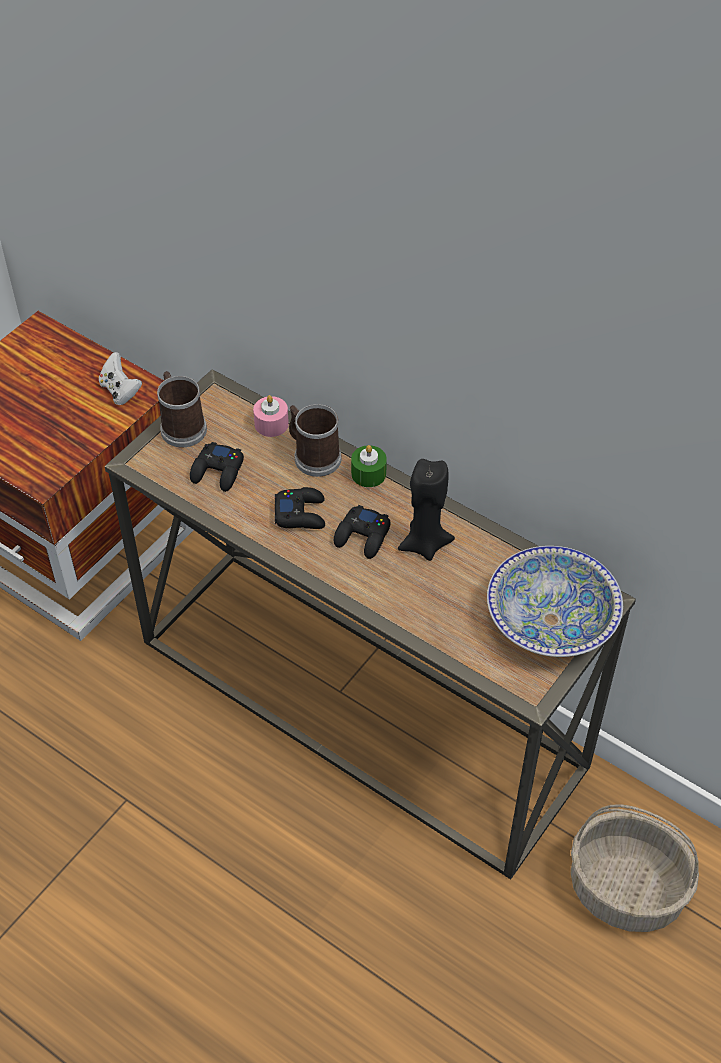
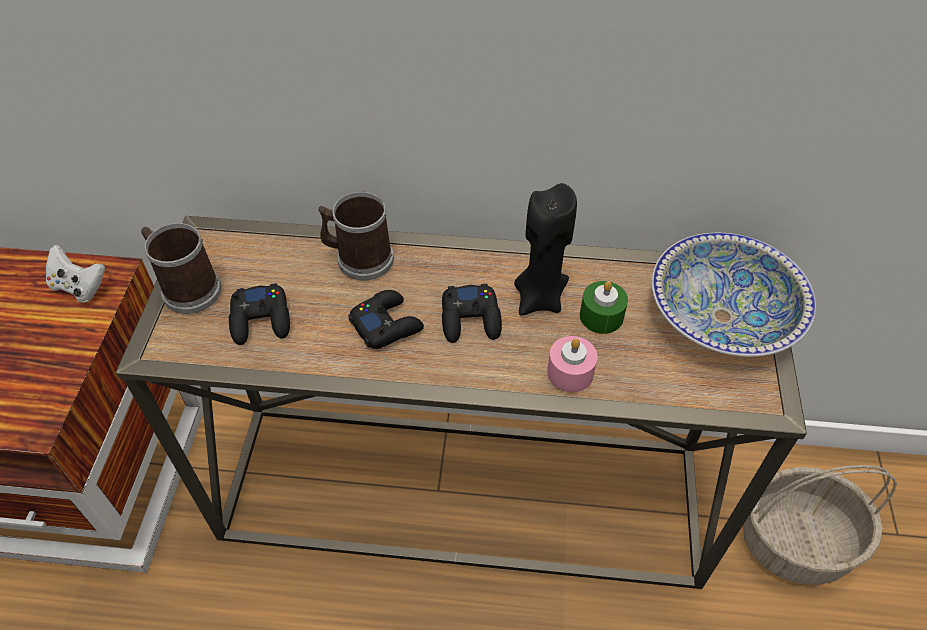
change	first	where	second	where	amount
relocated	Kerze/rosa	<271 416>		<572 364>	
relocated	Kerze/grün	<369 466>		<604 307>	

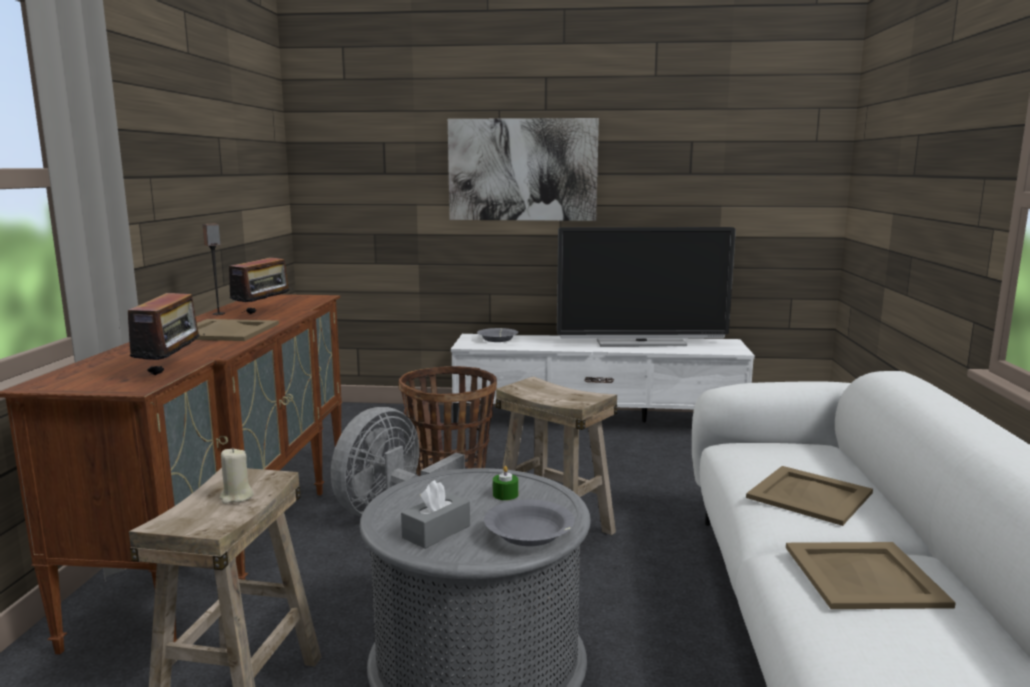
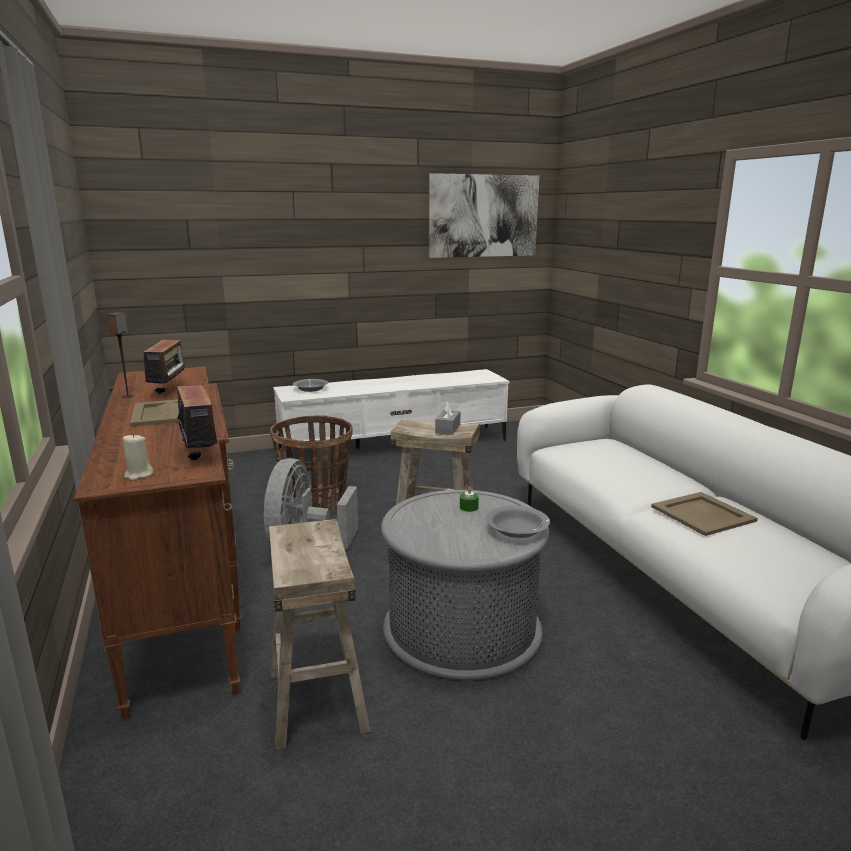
change	first	where	second	where	amount
relocated	Kerze/beige	<236 476>		<138 457>	
relocated	Taschentuchbox/grau	<435 514>		<448 418>	
relocated	Bild	<523 169>		<484 215>	
missing	Fernseher	<646 286>			
missing	Tablett/beige	<809 496>			

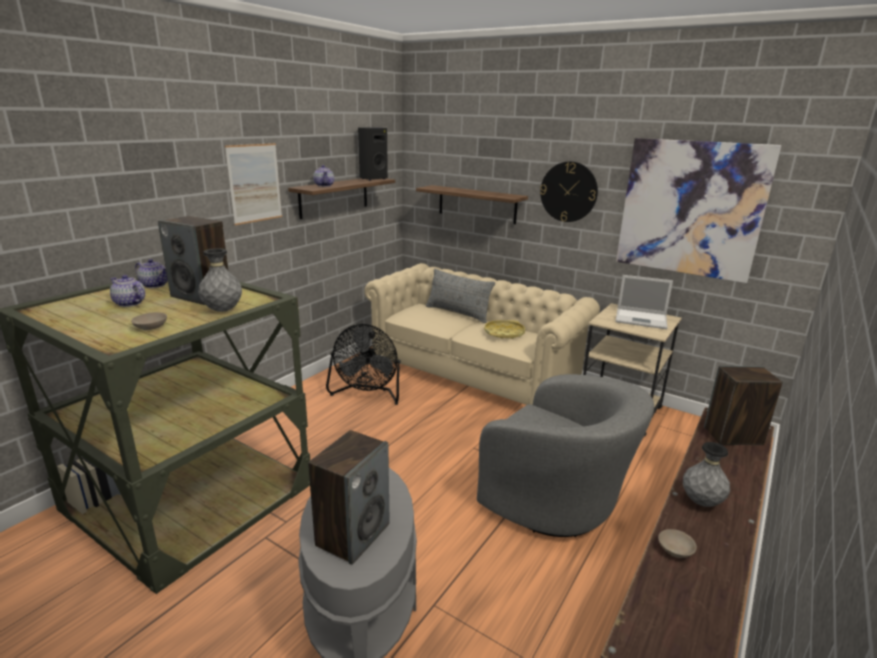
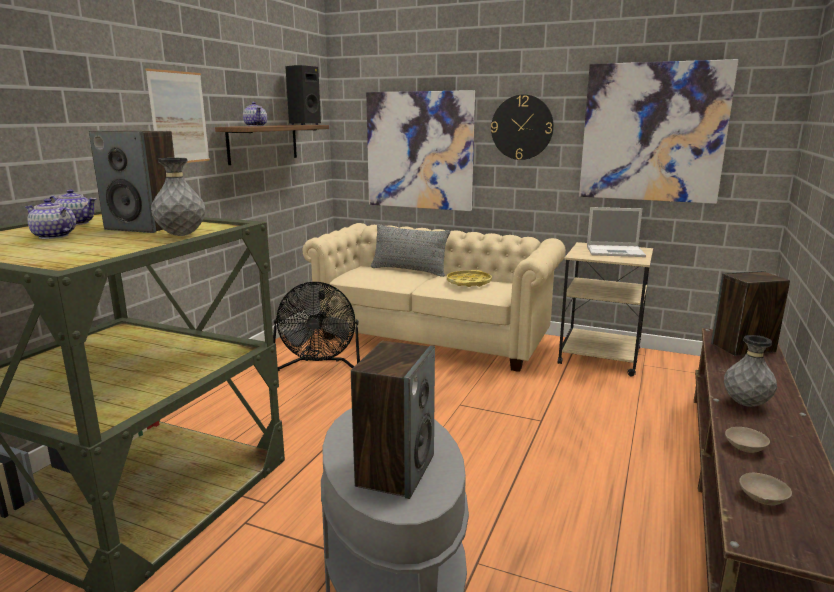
change	first	where	second	where	amount
relocated	Schüssel/beige	<149 321>		<765 489>	
exchanged	Wandregal	<472 204>	Bild	<420 150>	
missing	Sessel/grau	<565 455>			

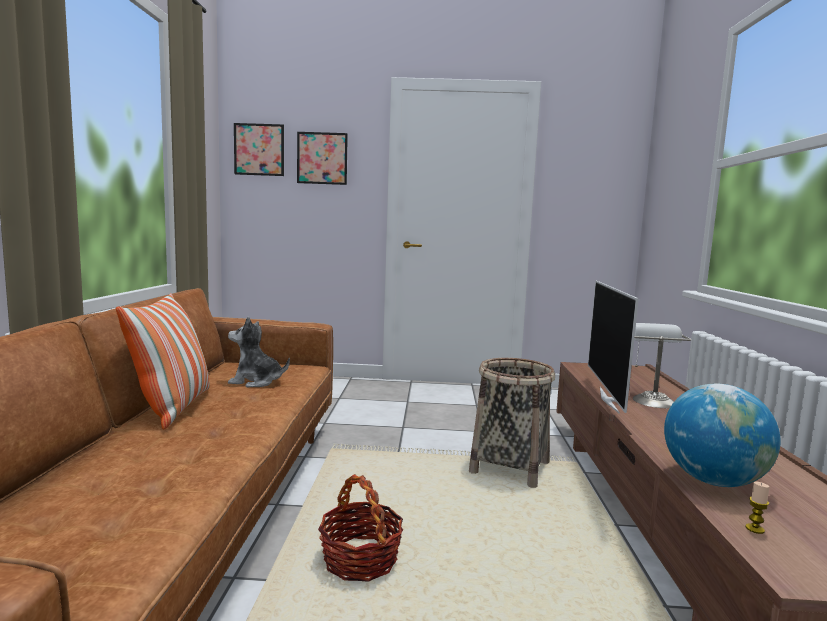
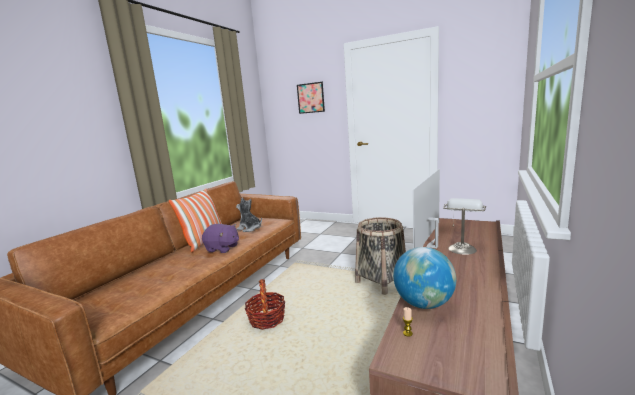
change	first	where	second	where	amount
missing	Bild	<259 149>			
appeared			Plüschtier/lila	<220 238>	

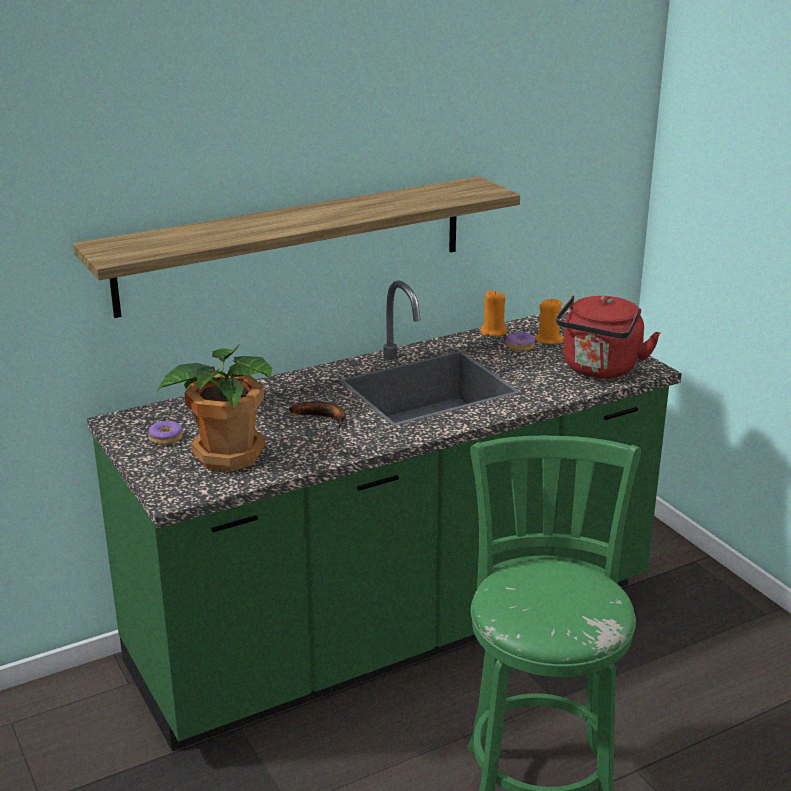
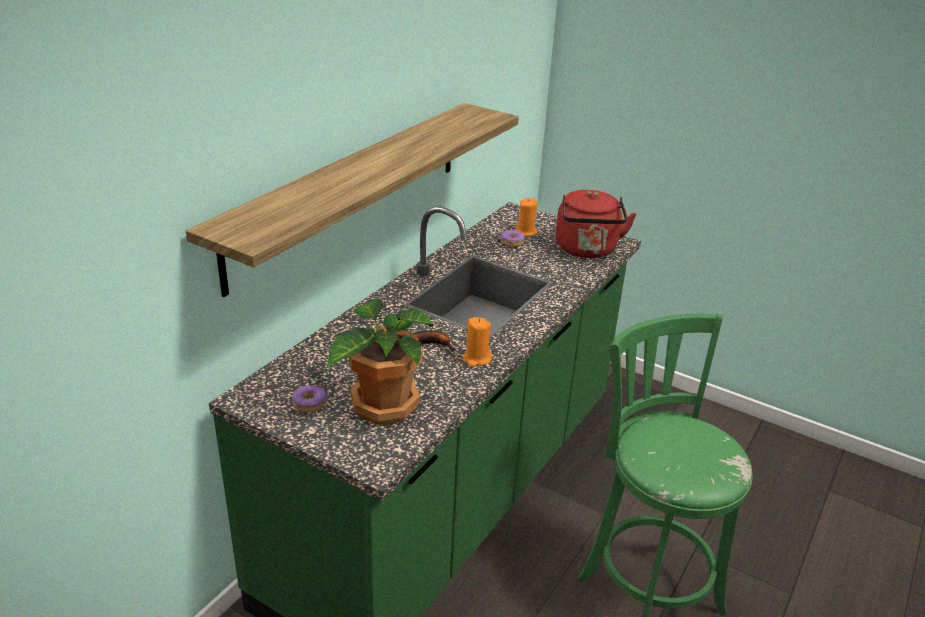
change	first	where	second	where	amount
relocated	Kerze/orange	<493 314>		<477 342>	

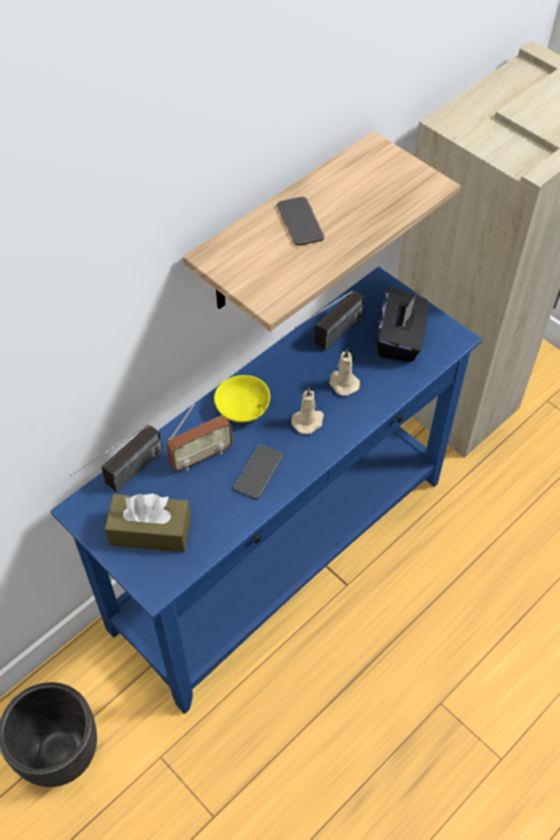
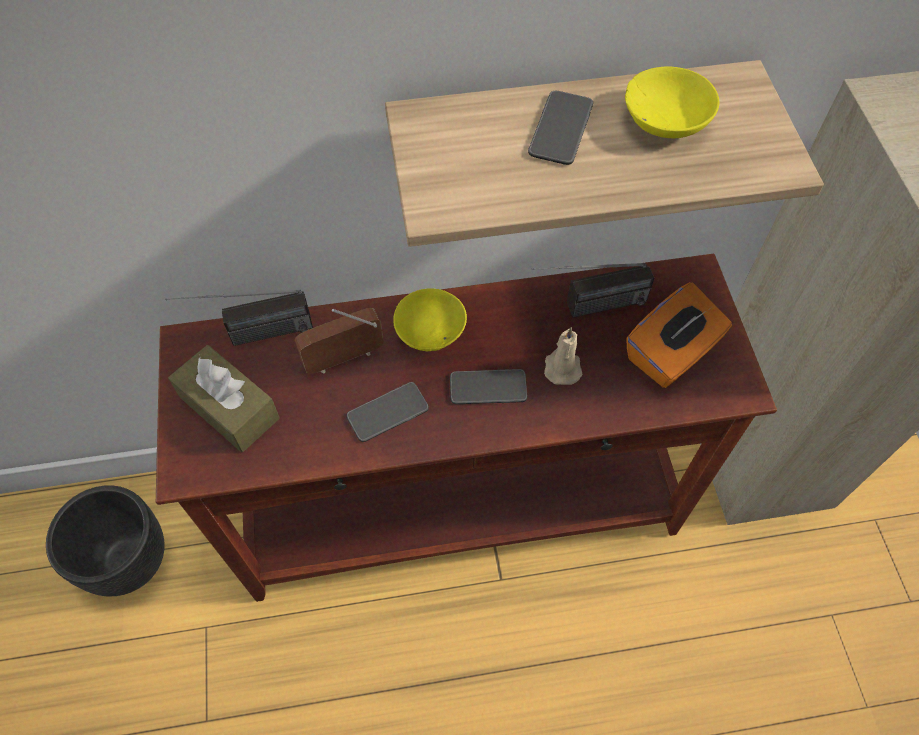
change	first	where	second	where	amount
colour	Konsolentisch/blau	<266 490>	Konsolentisch/braun	<466 428>	
spun	Radio	<199 437>		<339 341>	150 degrees clockwise
exchanged	Kerze/beige	<307 411>	Handy	<488 386>	
colour	Taschentuchbox/schwarz	<403 324>	Taschentuchbox/orange	<679 335>	
appeared			Schüssel/gelb	<672 102>	

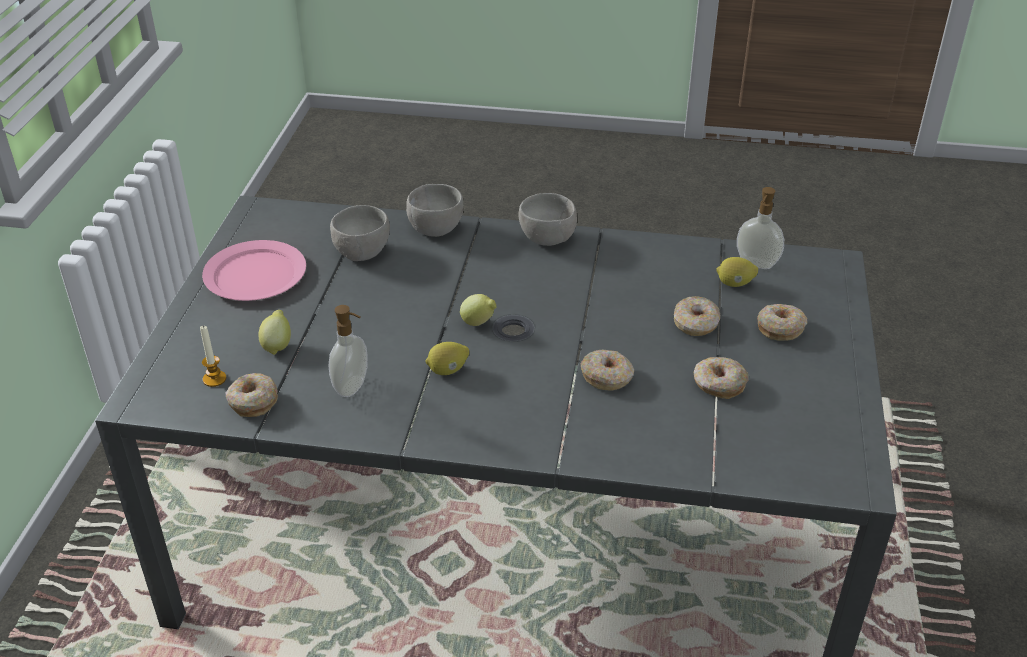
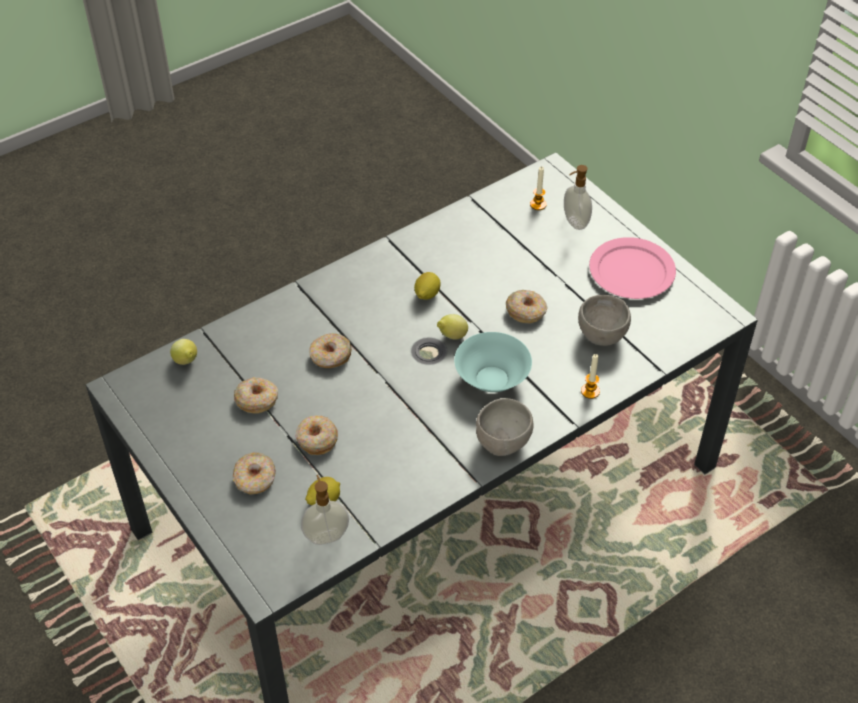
change	first	where	second	where	amount
relocated	Donut	<251 395>		<526 306>	
relocated	Zitrone	<274 332>		<183 352>	
relocated	Seifenspender	<348 351>		<578 197>	
exchanged	Schüssel/grau	<435 210>	Kerze	<590 376>	
appeared			Schüssel/türkis	<493 362>	

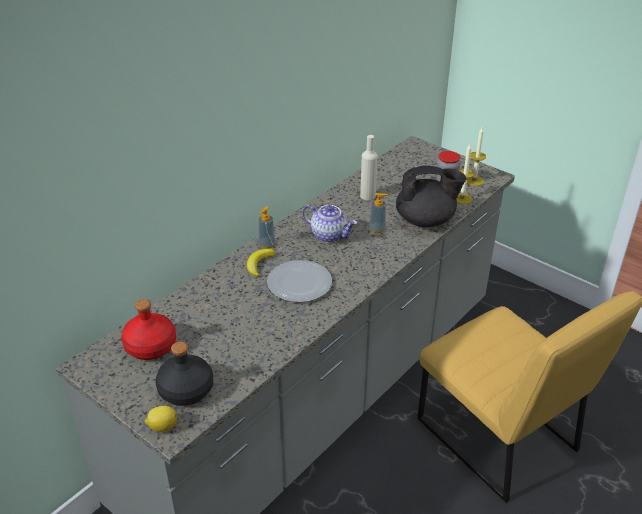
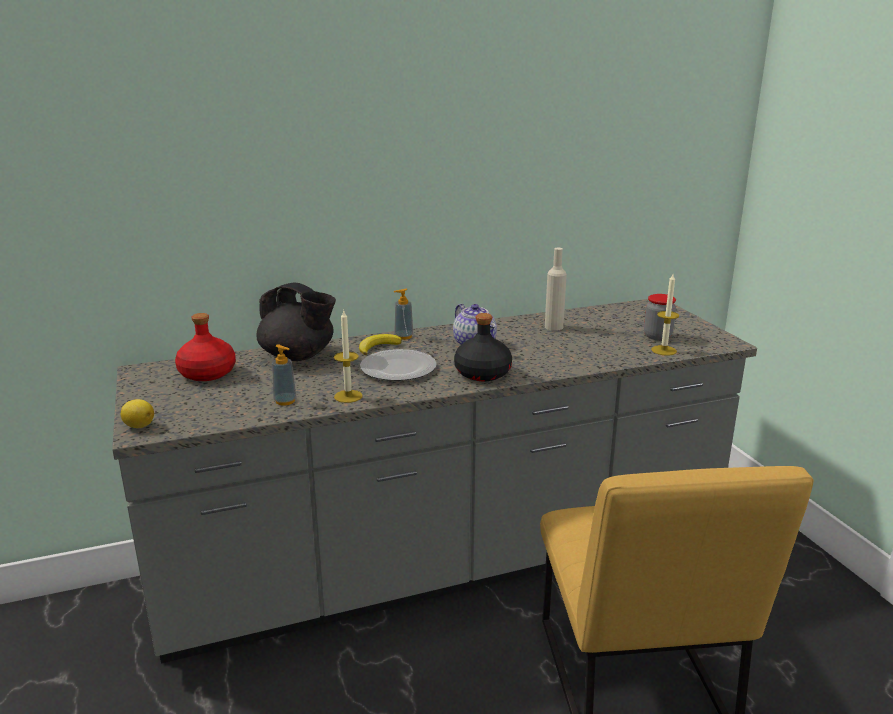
change	first	where	second	where	amount
relocated	Flasche/schwarz	<184 374>		<483 347>	
relocated	Seifenspender	<378 213>		<284 375>	
relocated	Teekanne/schwarz	<431 196>		<296 321>	
relocated	Kerze	<476 157>		<348 357>	

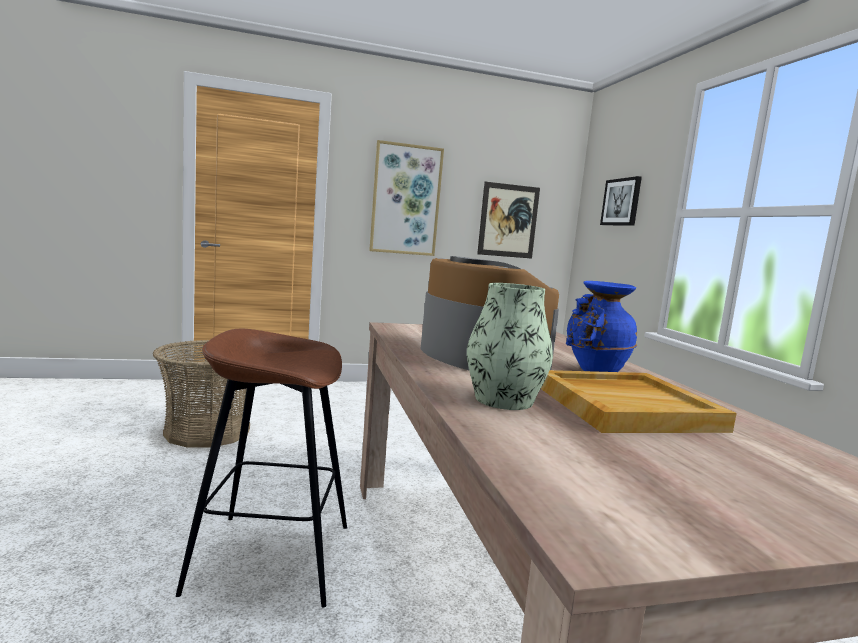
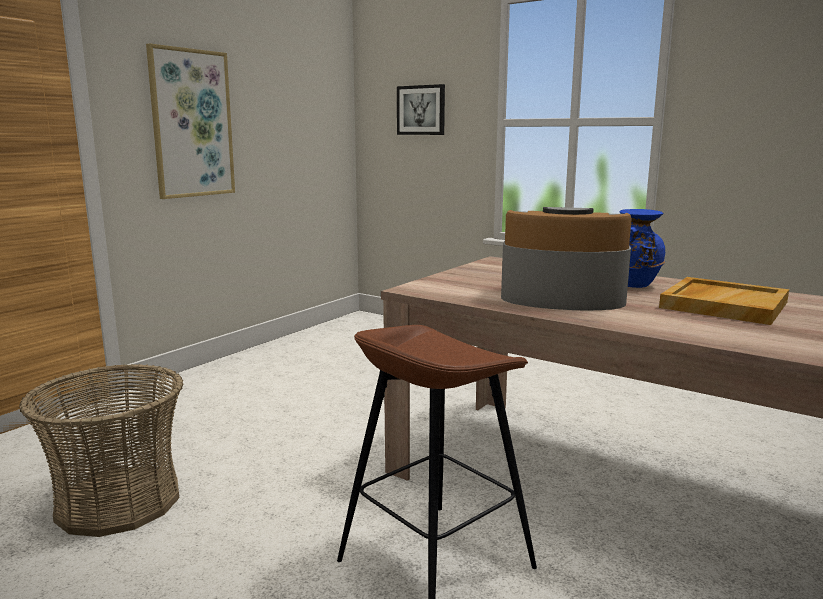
change	first	where	second	where	amount
missing	Vase	<510 346>			
missing	Bild	<508 220>			

